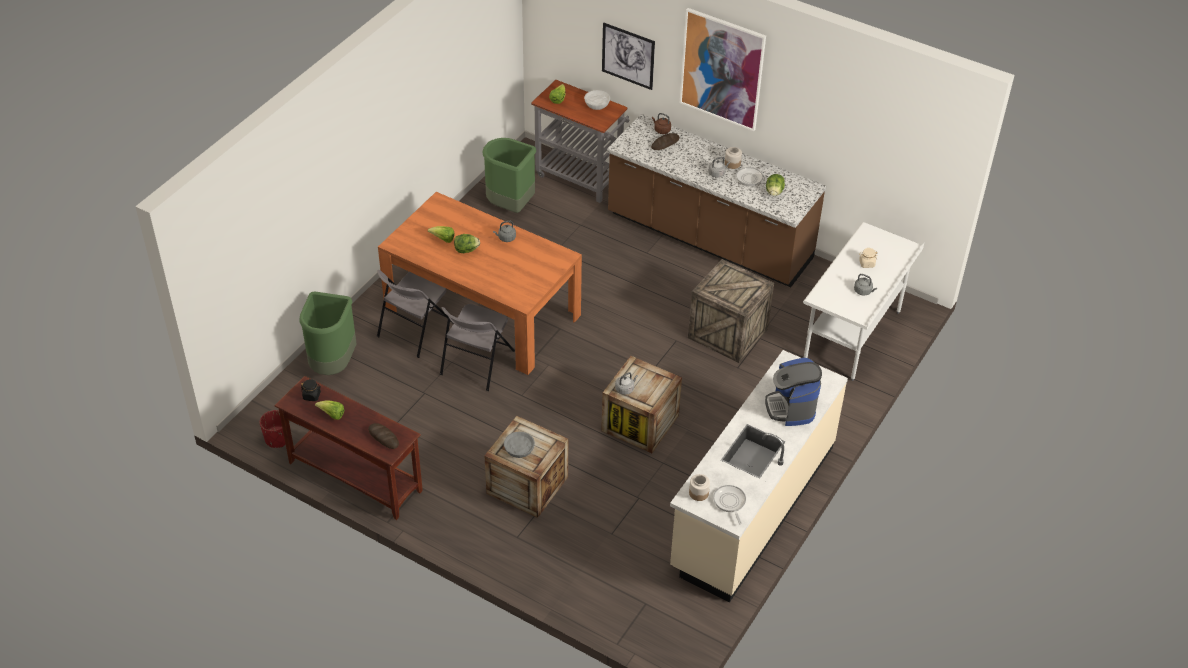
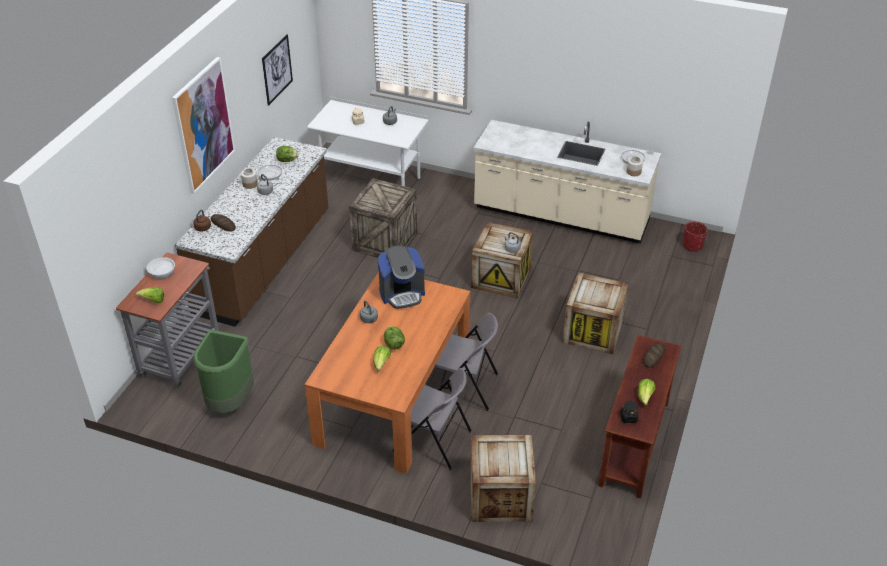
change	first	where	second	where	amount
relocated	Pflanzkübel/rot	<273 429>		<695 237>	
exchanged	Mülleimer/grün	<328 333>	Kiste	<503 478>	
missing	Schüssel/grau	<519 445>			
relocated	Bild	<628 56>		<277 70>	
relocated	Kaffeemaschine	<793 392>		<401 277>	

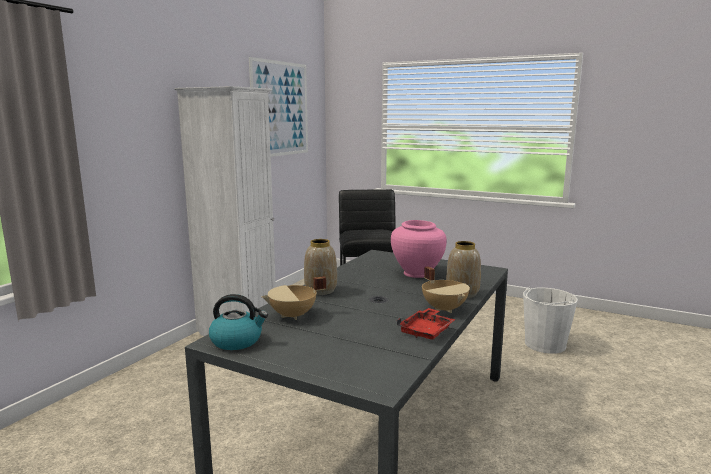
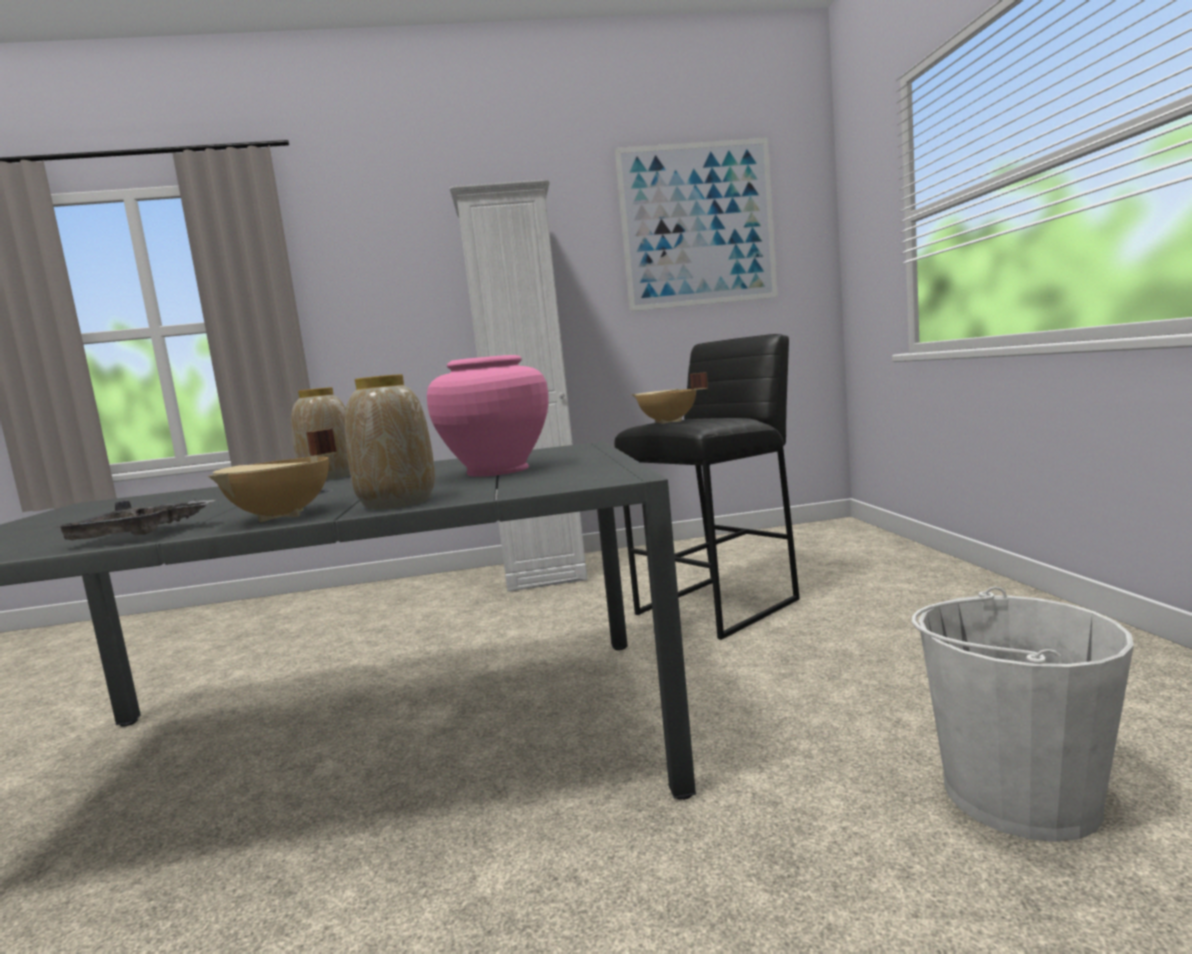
change	first	where	second	where	amount
missing	Wasserkessel	<238 322>			
relocated	Kochtopf/beige	<294 298>		<670 398>	
colour	Tablett/rot	<426 323>	Tablett/grau	<133 519>	

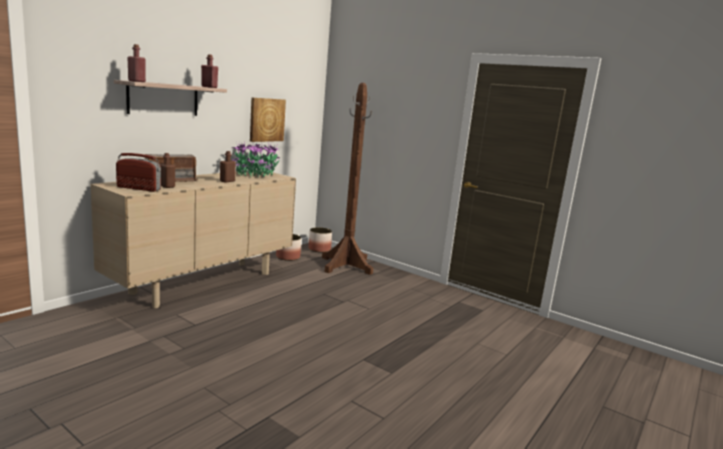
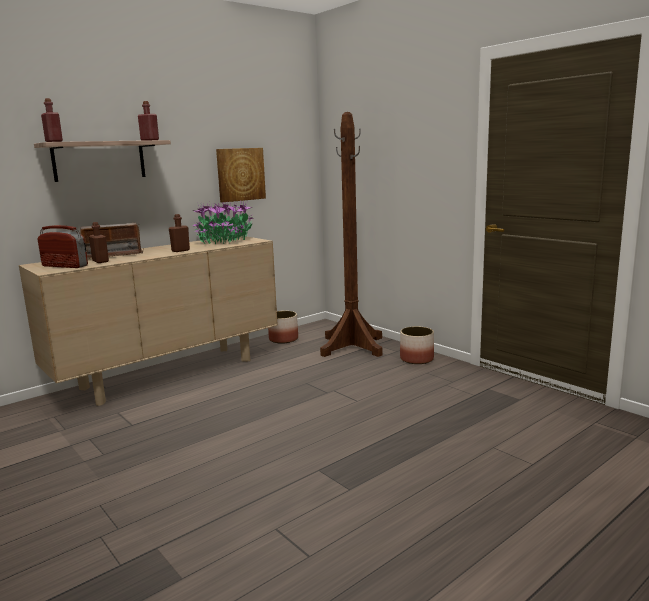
change	first	where	second	where	amount
relocated	Pflanzkübel	<320 240>		<417 345>	

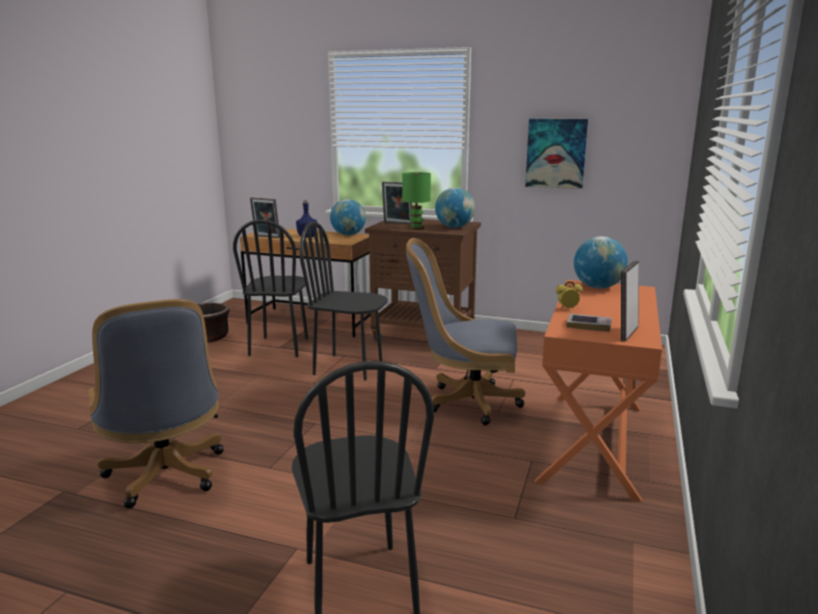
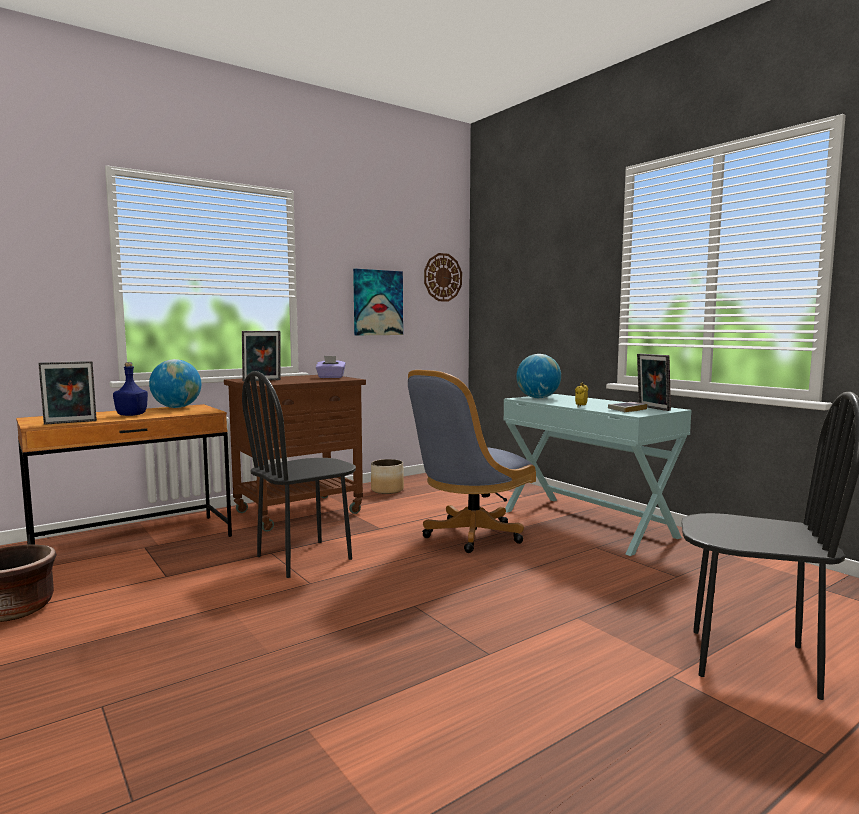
change	first	where	second	where	amount
missing	Bürostuhl/blau	<156 404>			
missing	Stuhl/schwarz	<270 288>			
missing	Tischlampe/grün	<416 201>			
exchanged	Globus	<455 208>	Taschentuchbox/lila	<331 367>	
colour	Schreibtisch/orange	<598 391>	Schreibtisch/türkis	<597 475>	
appeared			Pflanzkübel	<387 476>	
appeared			Wanduhr	<443 277>	

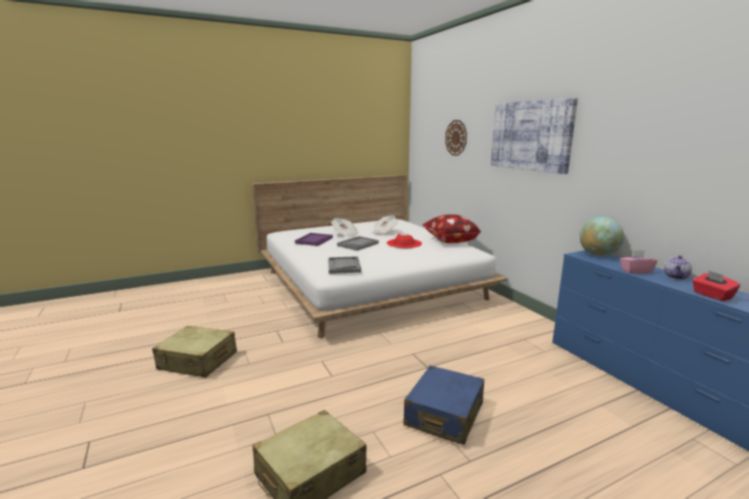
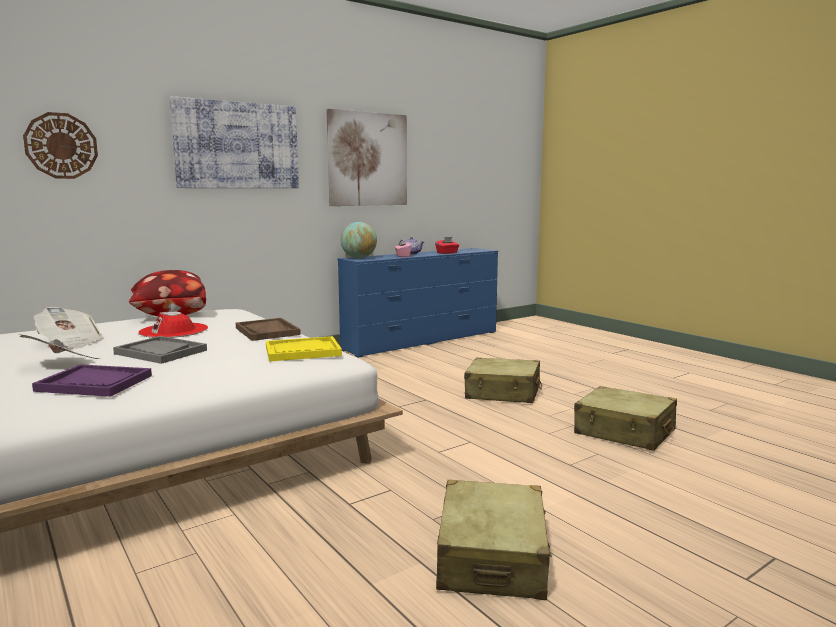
change	first	where	second	where	amount
colour	Tablett/grau	<344 265>	Tablett/gelb	<304 349>	
colour	Koffer/blau	<443 405>	Koffer/beige	<503 380>	
appeared			Tablett/braun	<268 329>	
appeared			Bild	<366 157>	

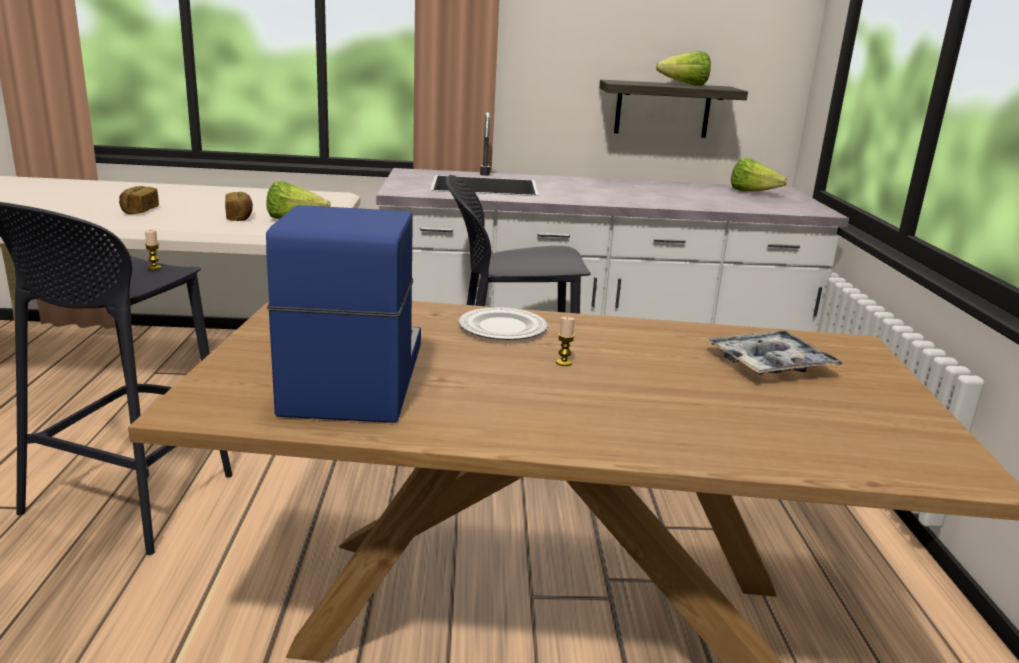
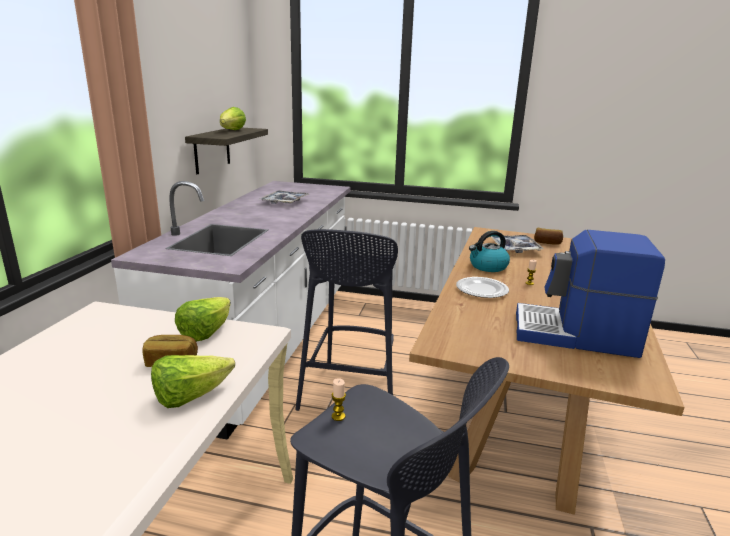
change	first	where	second	where	amount
relocated	Brot	<139 200>		<548 236>	
relocated	Salatkopf	<759 175>		<193 381>	
appeared			Tablett	<284 197>	
appeared			Wasserkessel	<489 251>	

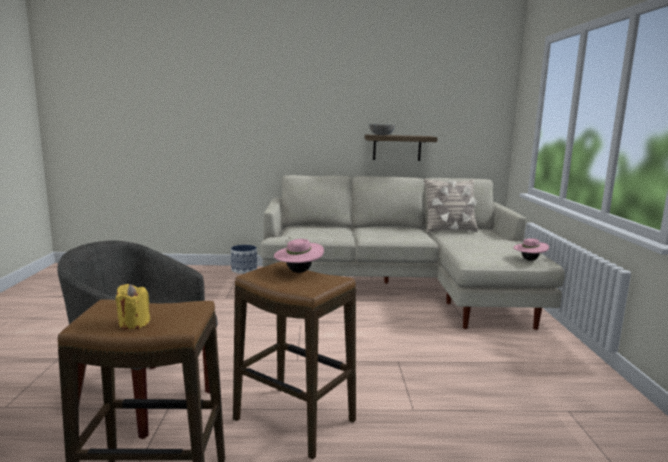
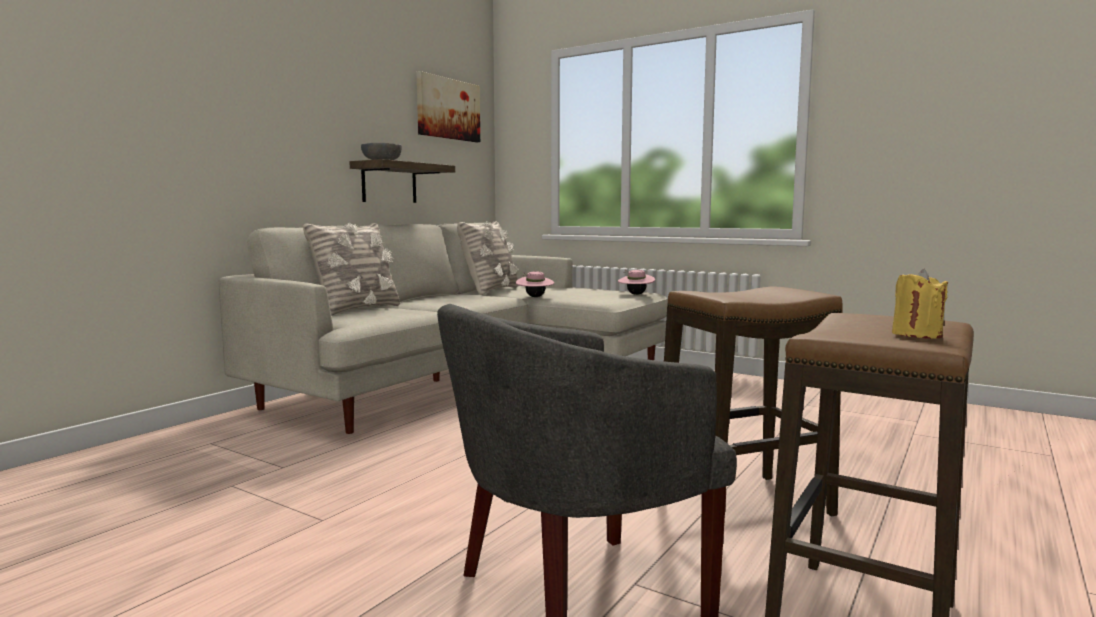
change	first	where	second	where	amount
missing	Pflanzkübel	<244 259>			
relocated	Hut/rosa	<299 255>		<535 284>	
appeared			Kissen/beige	<351 269>	
appeared			Bild	<448 106>	

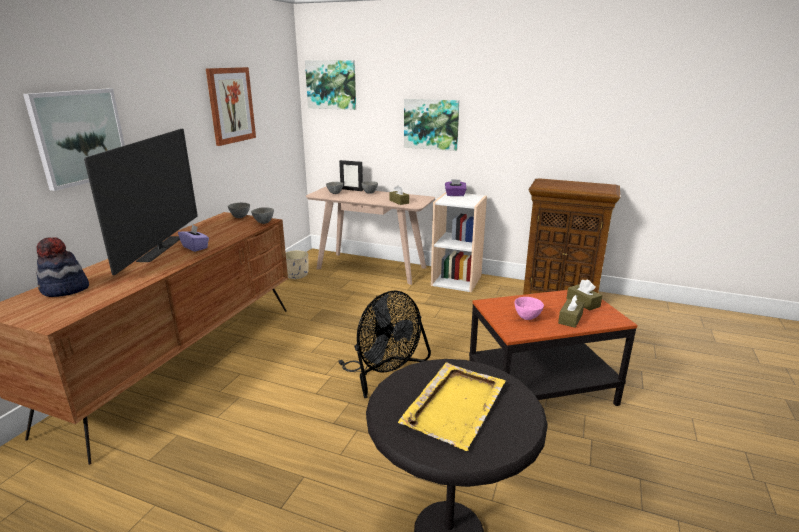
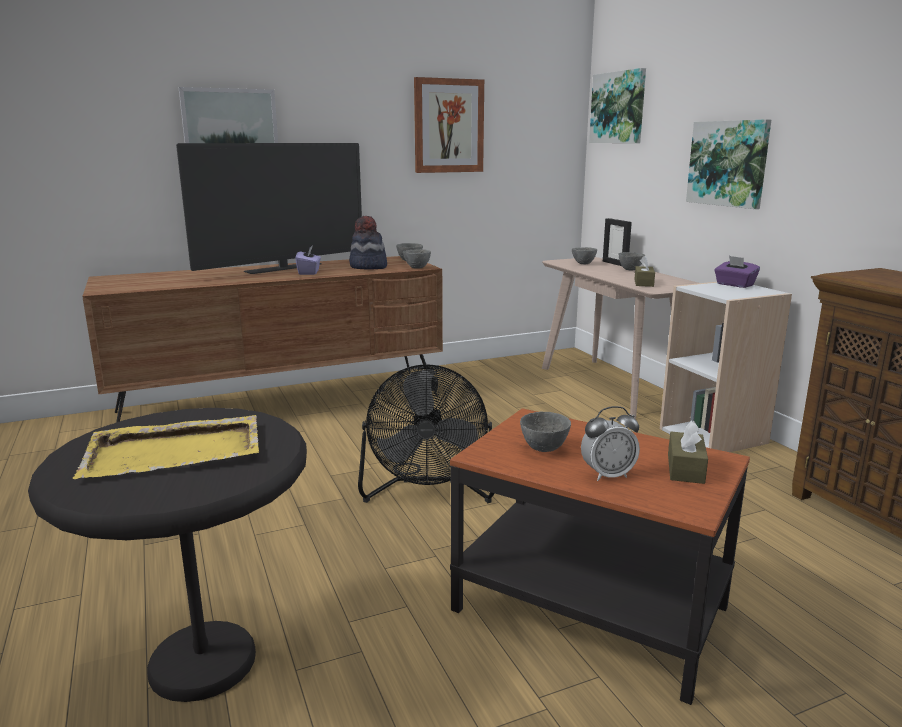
change	first	where	second	where	amount
relocated	Hut	<62 267>		<368 243>	
missing	Pflanzkübel/beige	<297 264>			
colour	Schüssel/rosa	<529 308>	Schüssel/grau	<545 432>	
exchanged	Taschentuchbox/braun	<571 311>	Wecker	<610 443>	

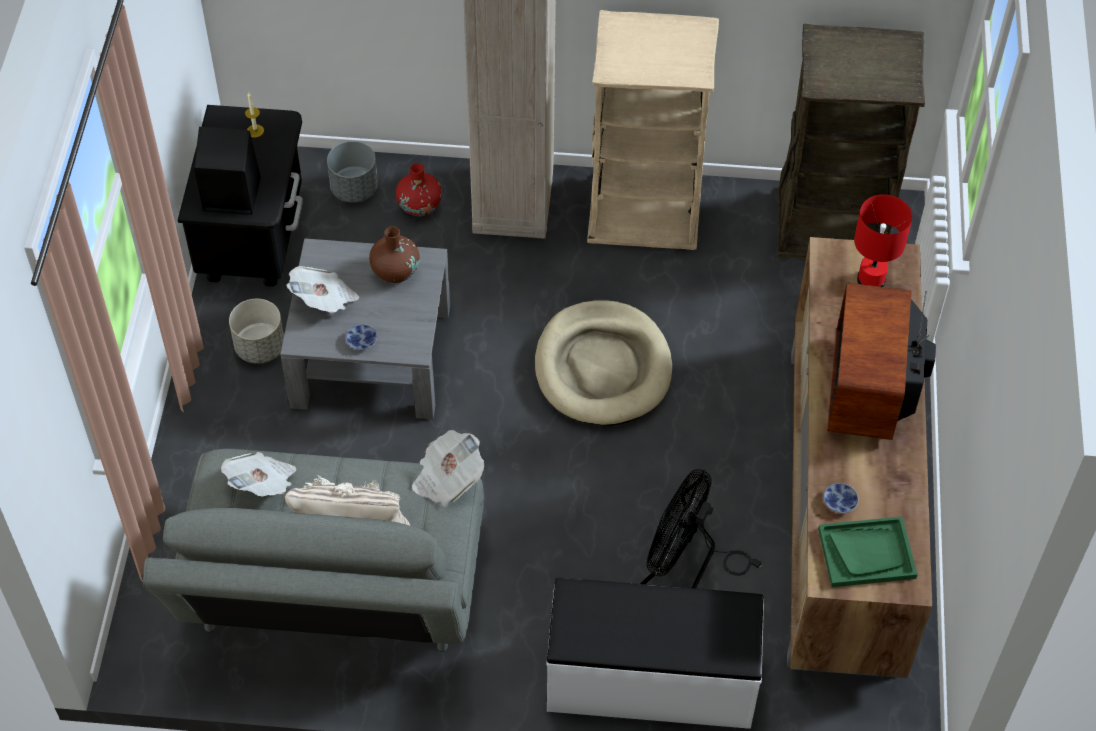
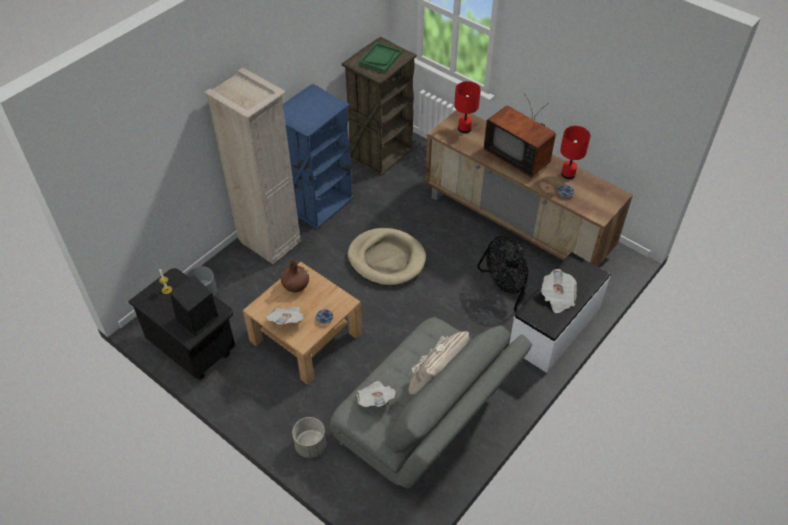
change	first	where	second	where	amount
relocated	Pflanzkübel/grau	<256 331>		<309 437>	
colour	Couchtisch/grau	<365 329>	Couchtisch/braun	<302 323>	
missing	Vase/rot	<419 189>			
relocated	Zeitung	<448 468>		<559 291>	
colour	Bücherregal/beige	<653 130>	Bücherregal/blau	<318 156>	
relocated	Tablett/grün	<867 552>		<380 58>	
appeared			Tischlampe/rot	<575 152>	

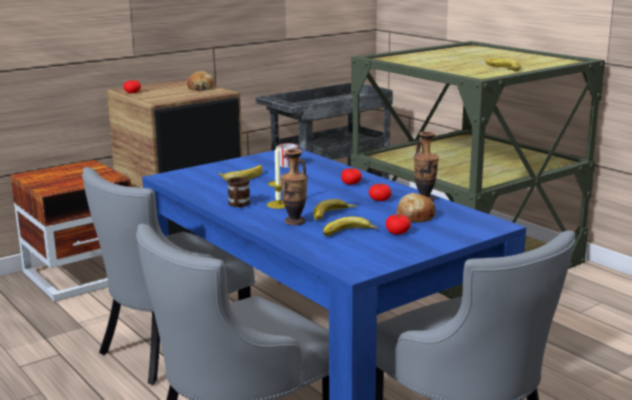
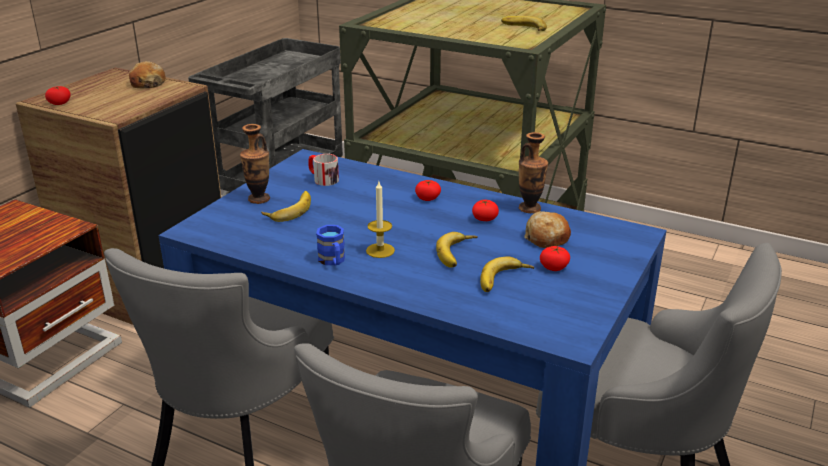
change	first	where	second	where	amount
colour	Henkelbecher/braun	<238 192>	Henkelbecher/blau	<330 245>	
relocated	Vase	<294 187>		<255 164>	

